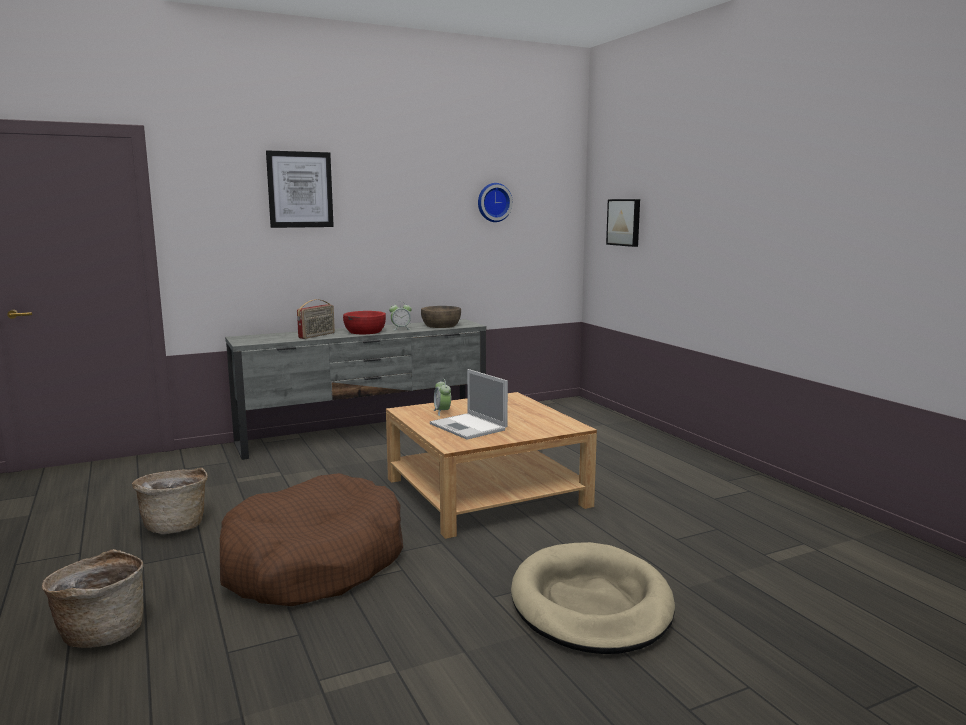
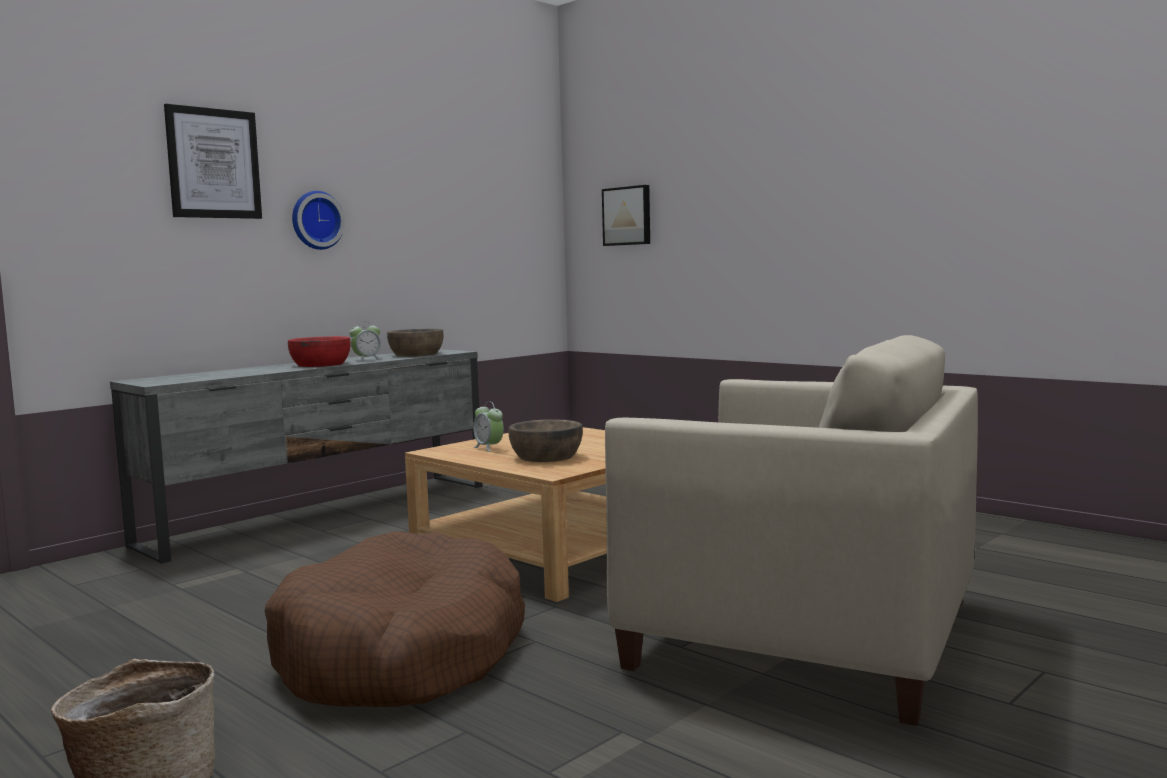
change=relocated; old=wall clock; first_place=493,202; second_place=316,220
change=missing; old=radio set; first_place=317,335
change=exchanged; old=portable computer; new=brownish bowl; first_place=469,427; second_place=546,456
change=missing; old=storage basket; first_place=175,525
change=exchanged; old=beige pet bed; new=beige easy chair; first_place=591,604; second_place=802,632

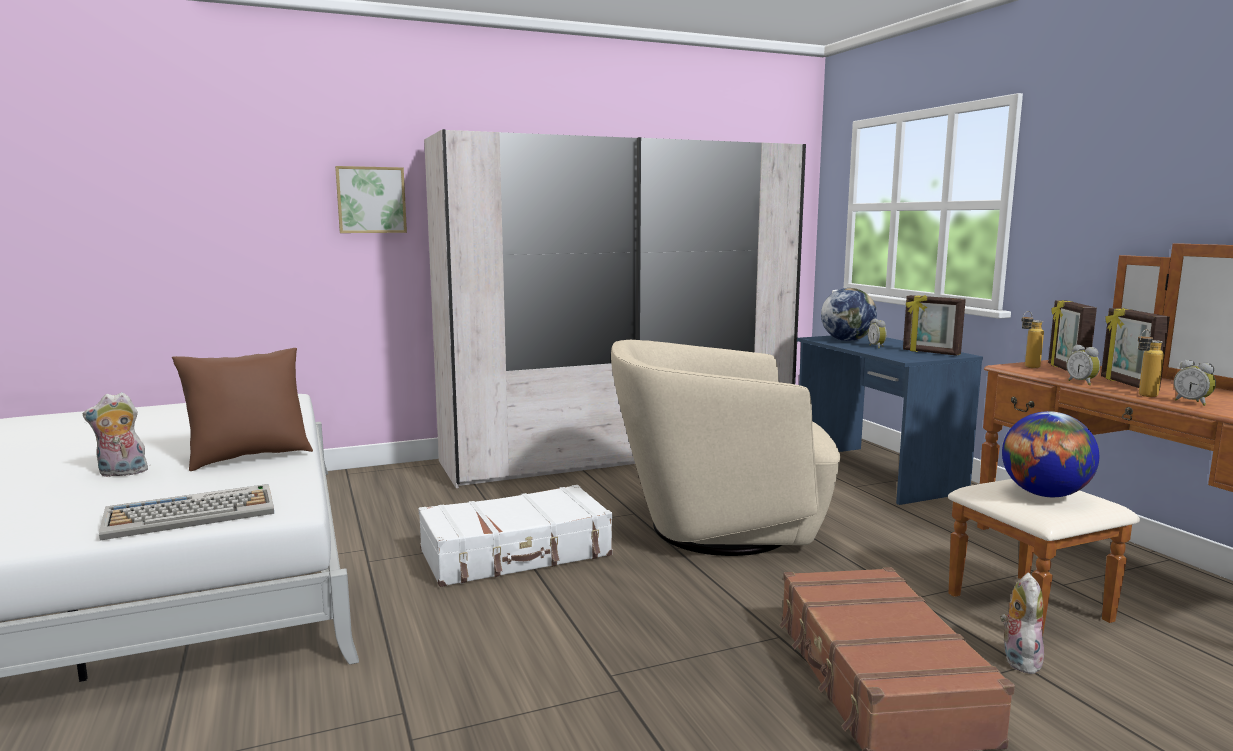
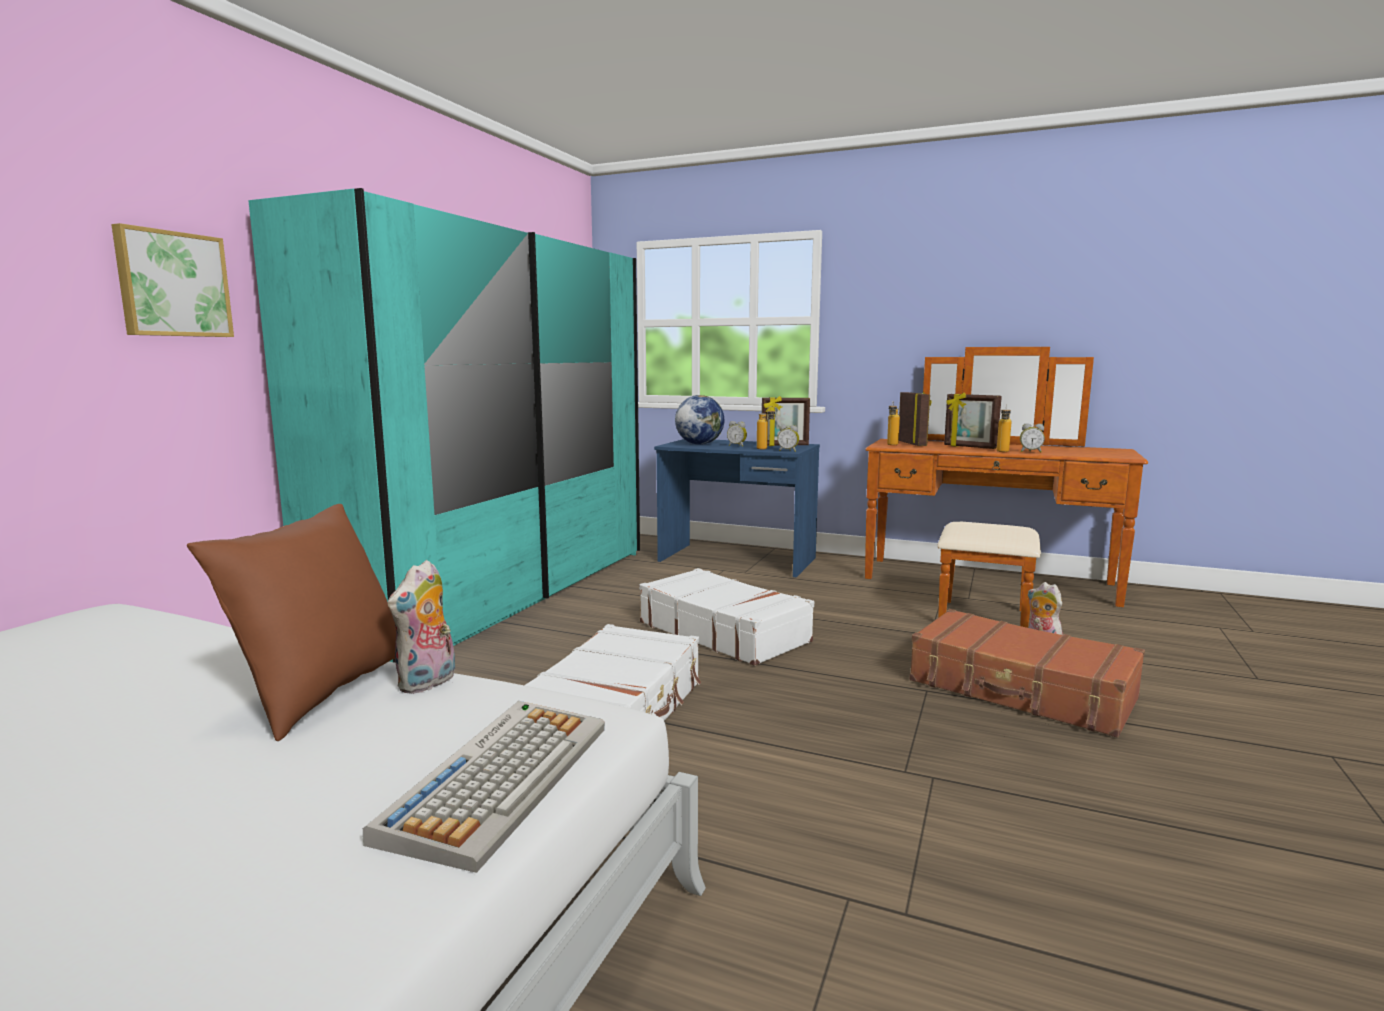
change=colour; old=white-coloured armoire; new=blue-green armoire; first_place=621,453; second_place=504,596
change=spun; old=photo frame; first_place=1066,369; second_place=912,444; degrees=-150
change=exchanged; old=beige easy chair; new=white-coloured travel case; first_place=717,528; second_place=724,632
change=relocated; old=bedside clock; first_place=1082,382; second_place=788,451
change=relocated; old=soft toy; first_place=121,473; second_place=428,683
change=missing; old=world globe; first_place=1044,494
change=appeared; new=beverage bottle; second_place=765,449

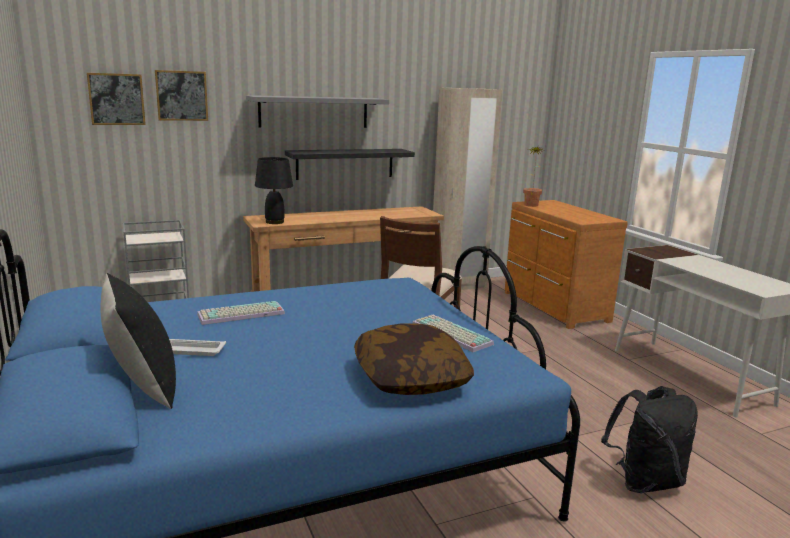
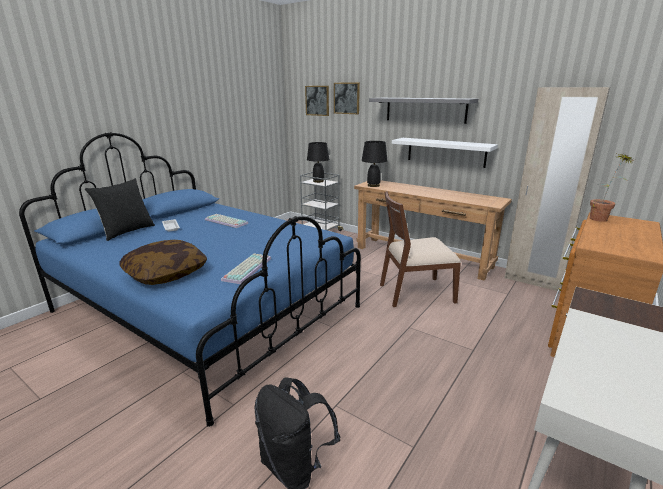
change=colour; old=blackish wall shelf; new=white-coloured wall shelf; first_place=345,163; second_place=446,152
change=appeared; new=blackish lamp for a table; second_place=318,181

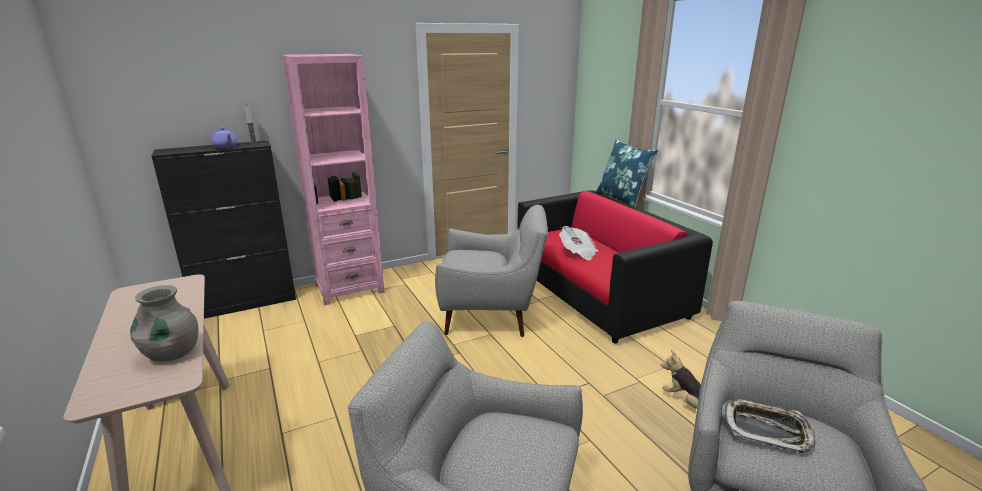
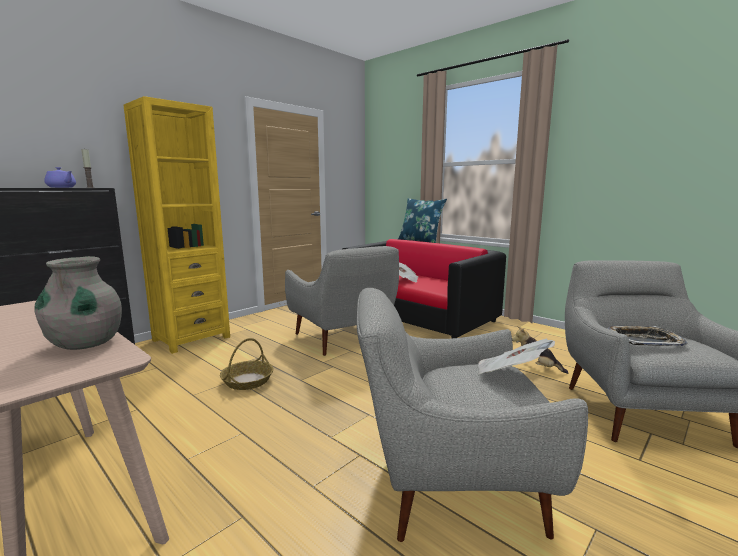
change=colour; old=pinkish shelving unit; new=yellow-coloured shelving unit; first_place=349,288; second_place=191,338
change=spun; old=grey easy chair; first_place=492,315; second_place=343,339; degrees=75
change=appeared; new=storage basket; second_place=247,381
change=appeared; new=printed paper; second_place=510,374

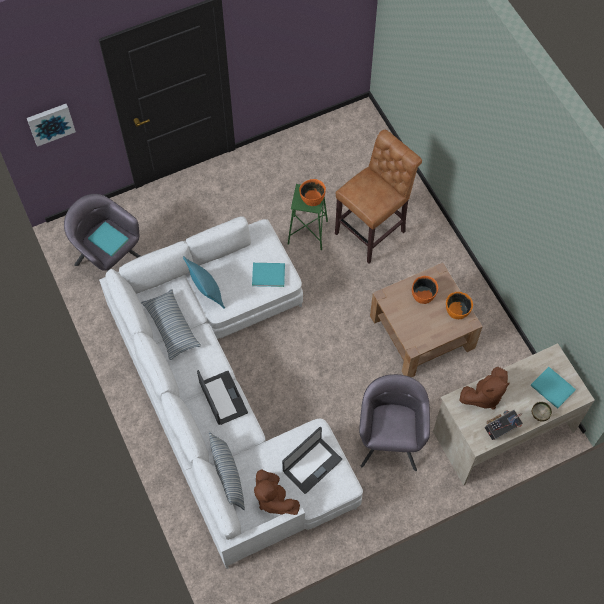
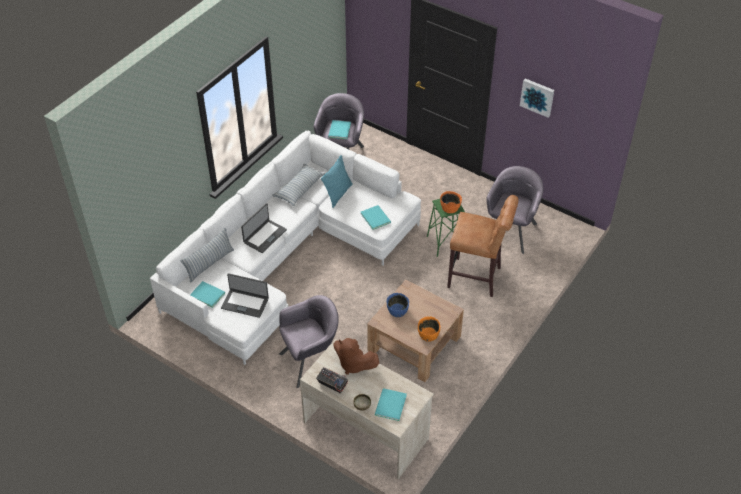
change=relocated; old=wall art; first_place=50,123; second_place=537,97
change=missing; old=orange-coloured bowl; first_place=423,295
change=exchanged; old=brownish soft toy; new=blue-green book; first_place=274,499; second_place=207,294
change=appeared; new=grey easy chair; second_place=510,232
change=appeared; new=blue bowl; second_place=397,311

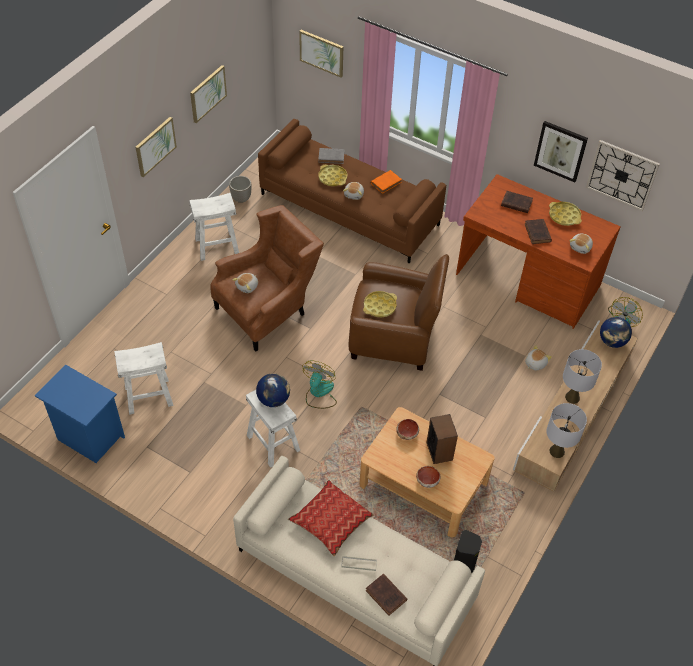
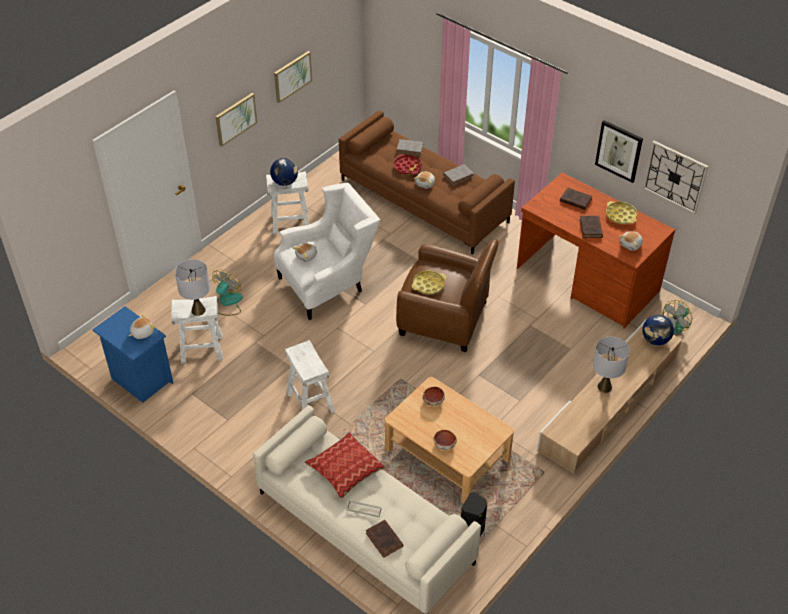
change=missing; old=wall art; first_place=322,53
change=colour; old=yellow-coloured serving tray; new=reddish serving tray; first_place=332,178; second_place=407,167
change=colour; old=orange-coloured book; new=grey book; first_place=386,182; second_place=459,175
change=missing; old=planter; first_place=241,198
change=colour; old=brownish easy chair; new=white-coloured easy chair; first_place=268,310; second_place=328,284
change=relocated; old=soft toy; first_place=535,363; second_place=142,332
change=relocated; old=electric fan; first_place=319,393; second_place=227,303
change=relocated; old=world globe; first_place=273,399; second_place=285,182
change=relocated; old=grey lamp for a table; first_place=557,451; second_place=198,310
change=missing; old=loudspeaker; first_place=439,451

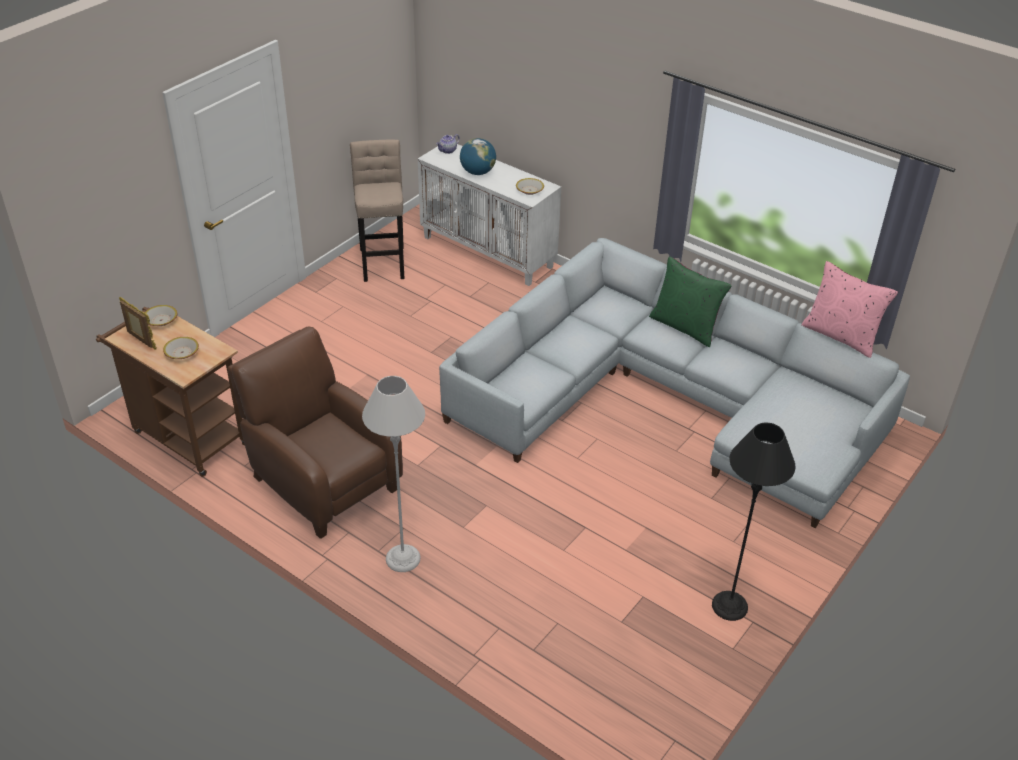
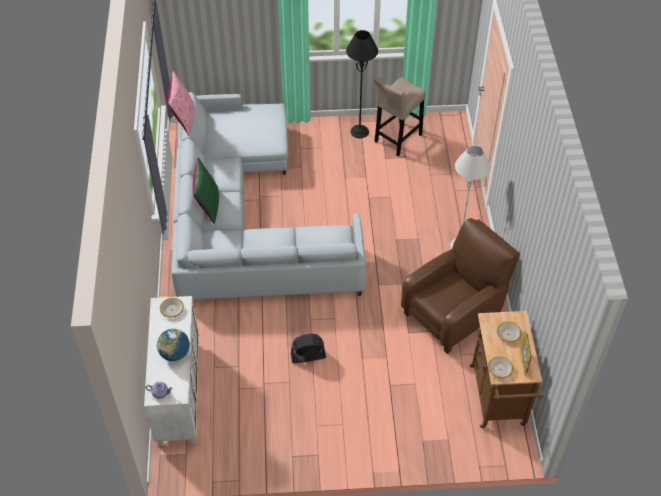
change=relocated; old=beige stool; first_place=383,261; second_place=396,140
change=spun; old=brownish easy chair; first_place=322,480; second_place=455,312; degrees=-135
change=appeared; new=blackish electric fan; second_place=308,356

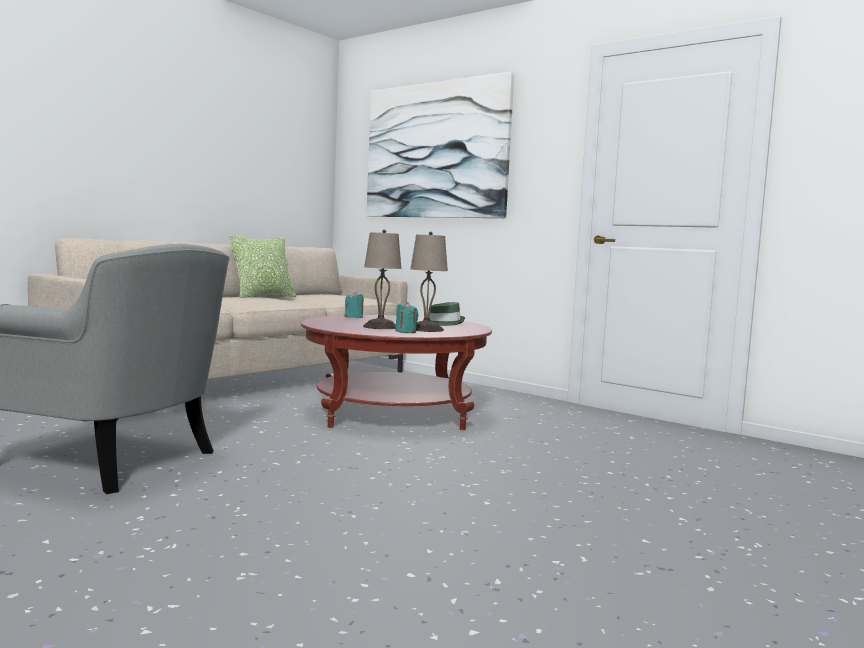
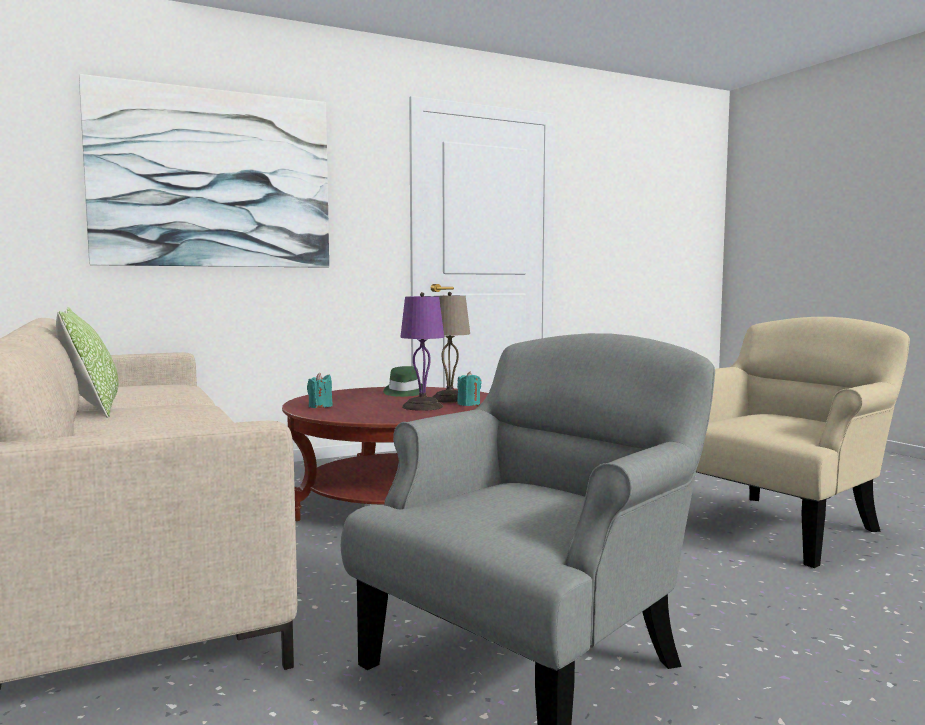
change=colour; old=beige lamp for a table; new=purplish lamp for a table; first_place=380,327; second_place=423,407
change=appeared; new=beige easy chair; second_place=777,525

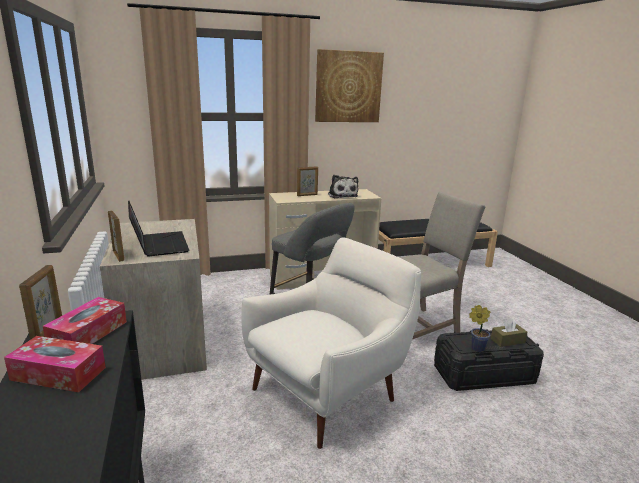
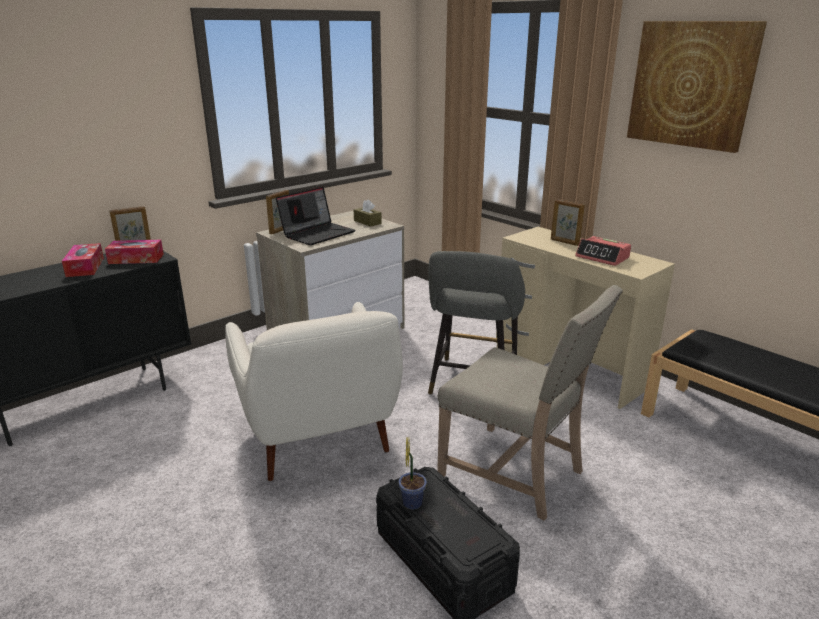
change=exchanged; old=soft toy; new=bedside clock; first_place=342,195; second_place=602,257
change=spun; old=white-coloured easy chair; first_place=328,392; second_place=318,438; degrees=45
change=relocated; old=brownish tissue box; first_place=507,341; second_place=367,222

